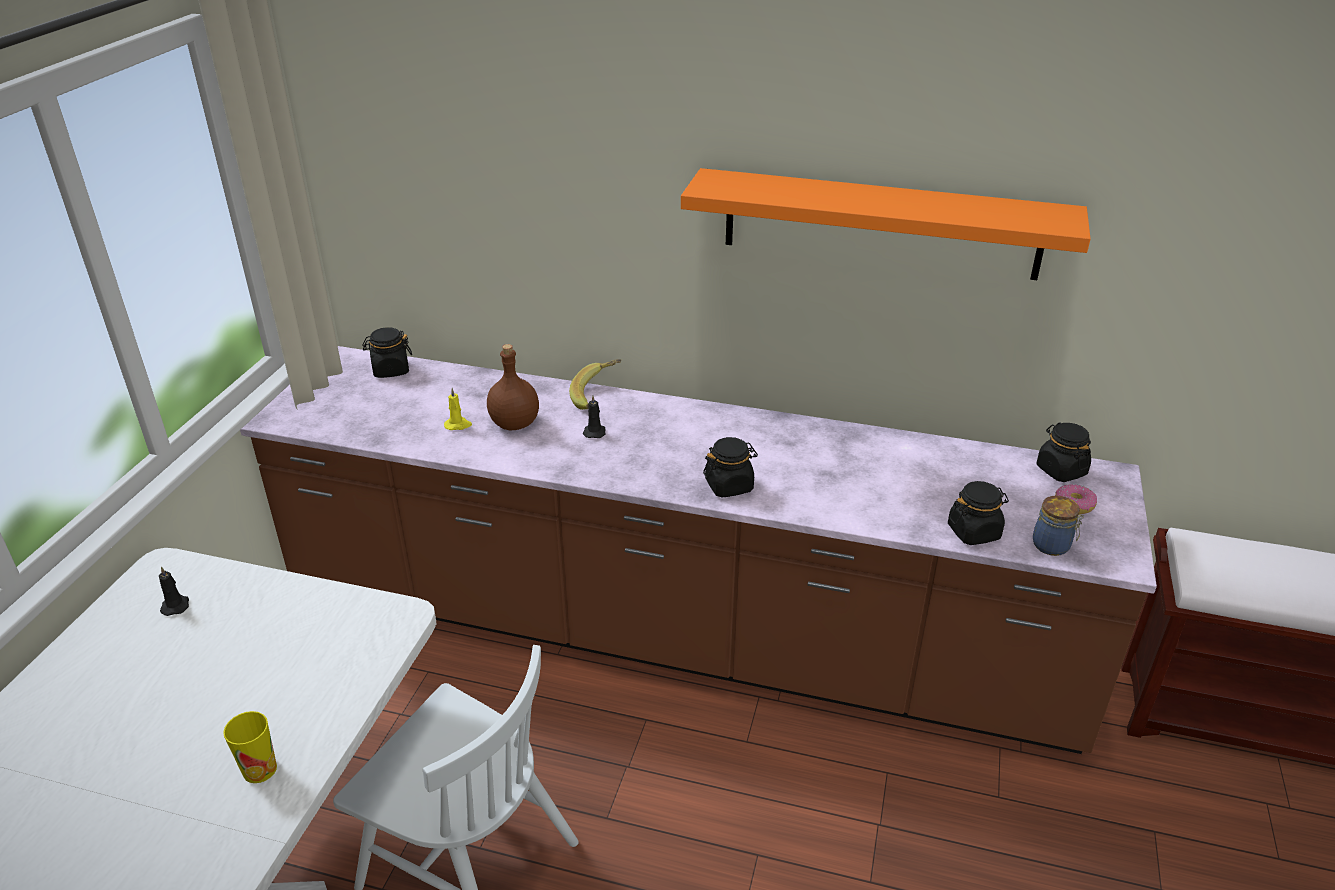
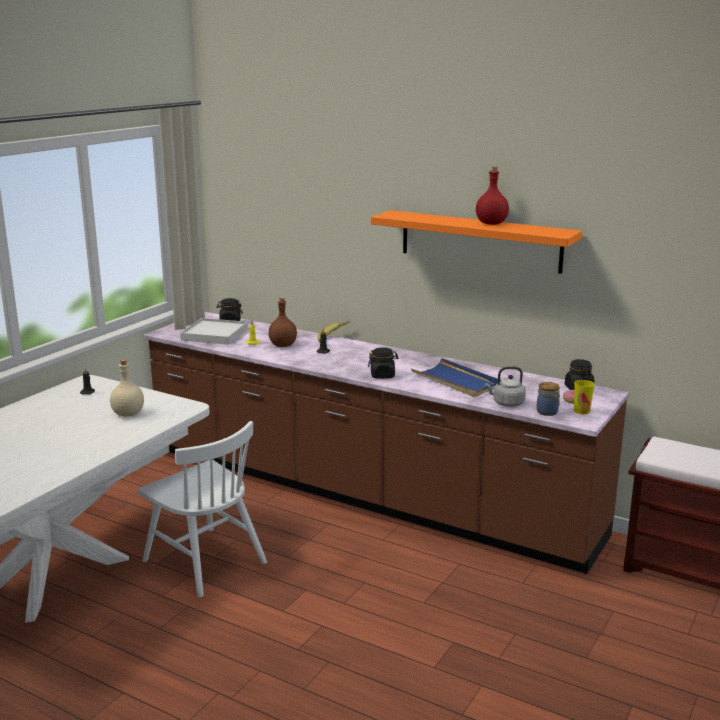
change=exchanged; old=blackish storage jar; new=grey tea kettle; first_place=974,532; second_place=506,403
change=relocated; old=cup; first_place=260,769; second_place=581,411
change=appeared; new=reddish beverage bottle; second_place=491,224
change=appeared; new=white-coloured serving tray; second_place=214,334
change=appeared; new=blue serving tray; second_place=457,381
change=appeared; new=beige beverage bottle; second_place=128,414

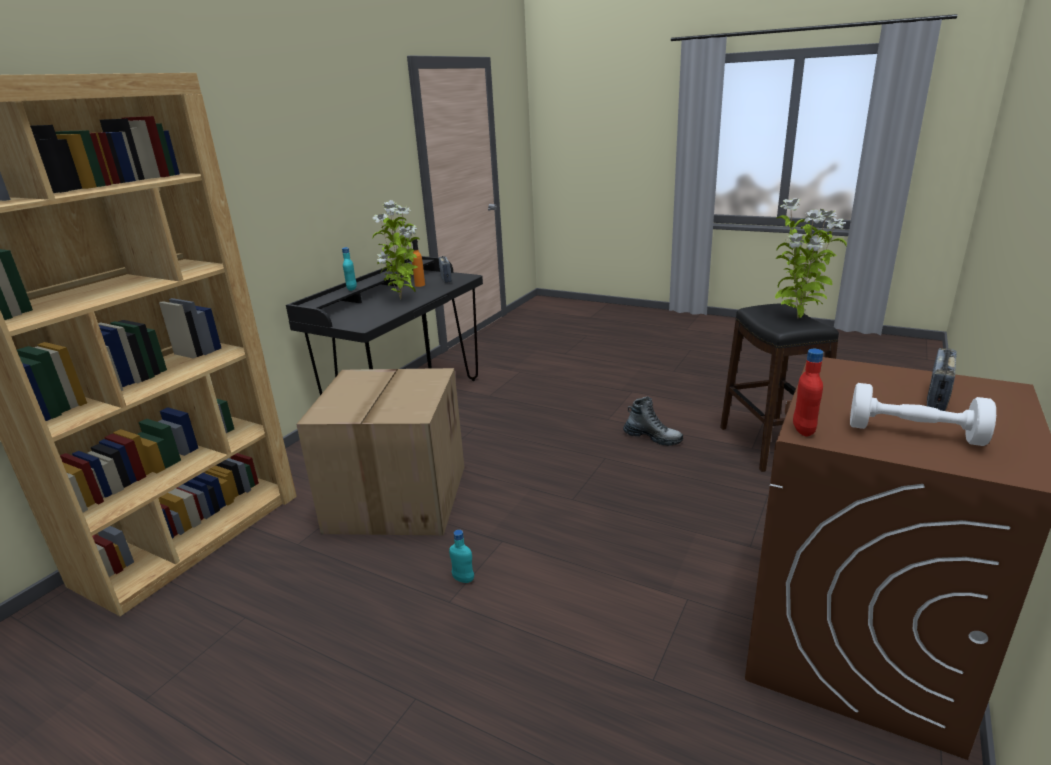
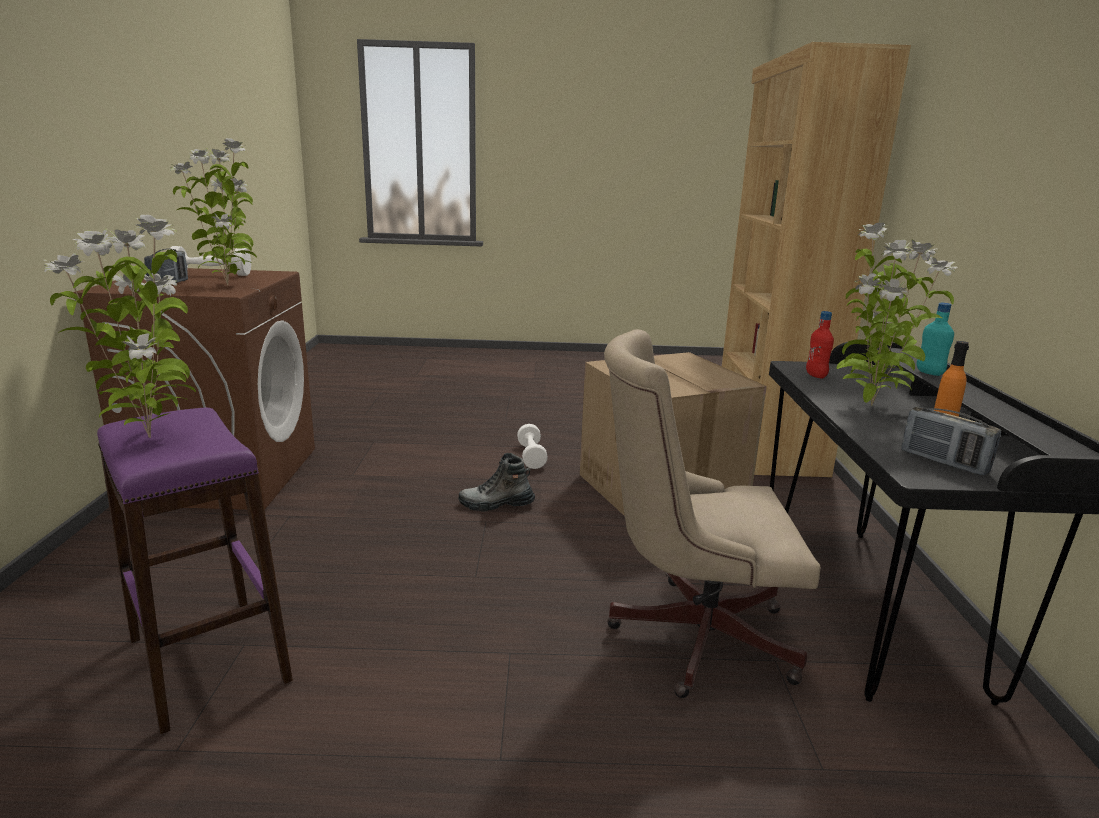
change=colour; old=blackish stool; new=purplish stool; first_place=770,444; second_place=207,659
change=relocated; old=reddish beverage bottle; first_place=803,430; second_place=816,375
change=relocated; old=high-top boot; first_place=652,438; second_place=496,504
change=exchanged; old=blue-green beverage bottle; new=white-coloured dumbbell; first_place=463,579; second_place=531,456
change=appeared; new=potted plant; second_place=228,284
change=appeared; new=beige desk chair; second_place=690,634

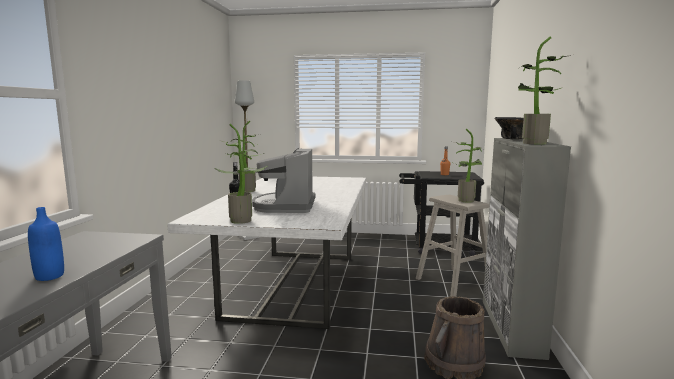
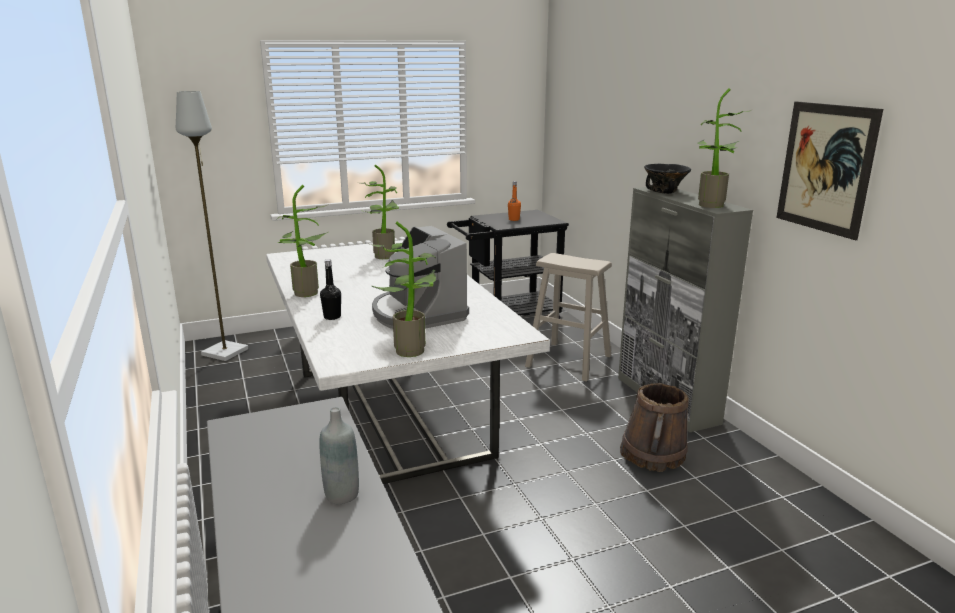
change=relocated; old=potted plant; first_place=465,200; second_place=384,255
change=colour; old=blue beverage bottle; new=grey beverage bottle; first_place=49,276; second_place=342,495
change=appeared; new=wall art; second_place=825,168

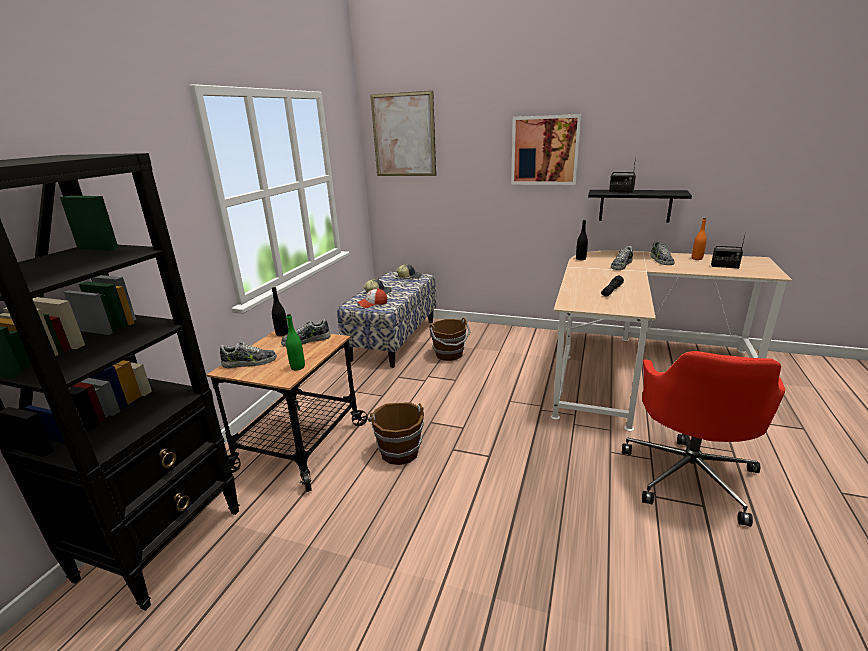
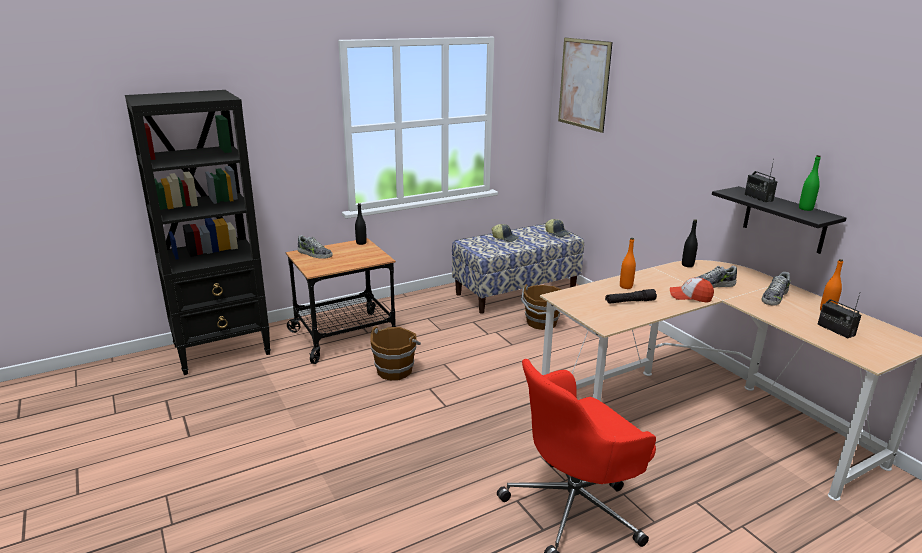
change=missing; old=wall art; first_place=545,150
change=relocated; old=cap; first_place=372,304; second_place=690,296
change=relocated; old=green beverage bottle; first_place=297,367; second_place=805,209
change=missing; old=shoe; first_place=306,341
change=appeared; new=orange-coloured beverage bottle; second_place=626,286

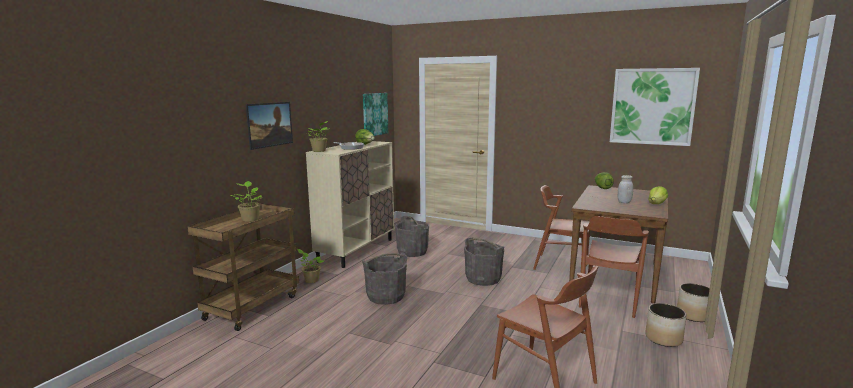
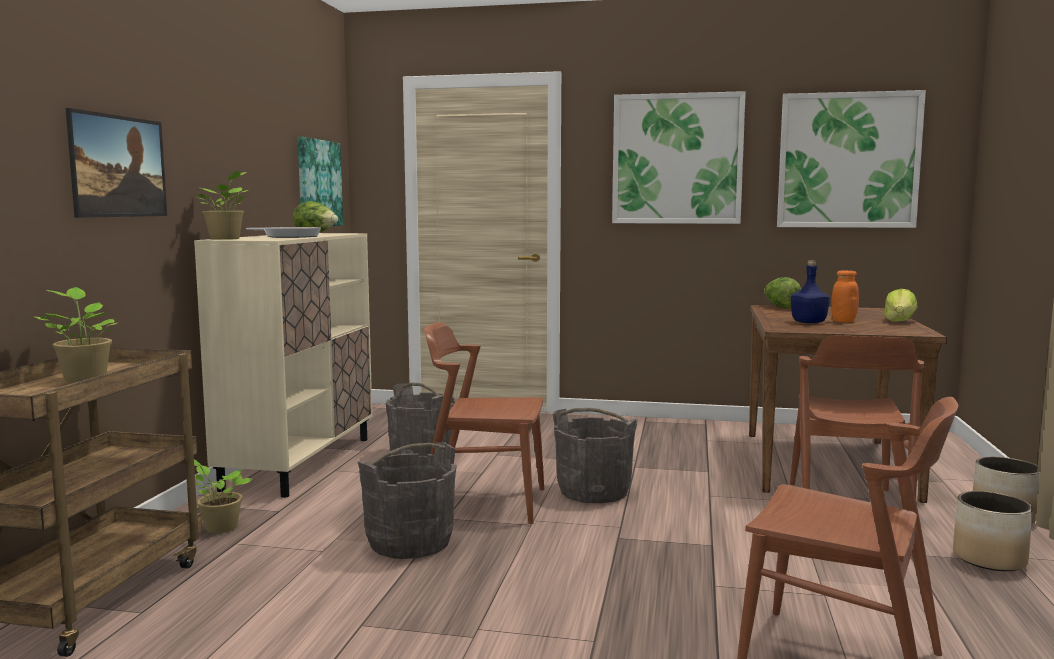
change=colour; old=white-coloured storage jar; new=orange-coloured storage jar; first_place=624,202; second_place=843,321
change=relocated; old=brownish chair; first_place=561,265; second_place=483,502
change=appeared; new=wall art; second_place=677,159
change=appeared; new=blue beverage bottle; second_place=808,322

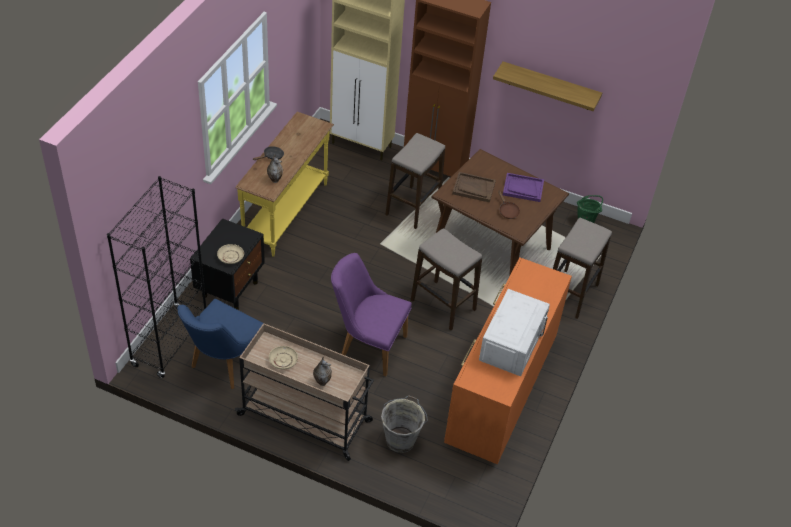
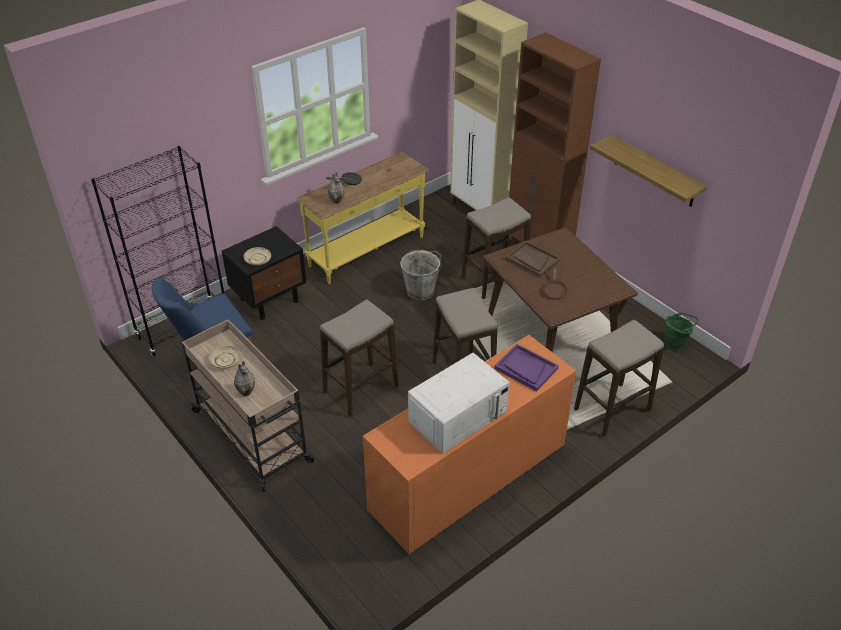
change=relocated; old=purplish serving tray; first_place=523,188; second_place=526,368
change=exchanged; old=purplish chair; new=stool; first_place=367,345; second_place=360,389
change=relocated; old=grey pail; first_place=401,439; second_place=421,291

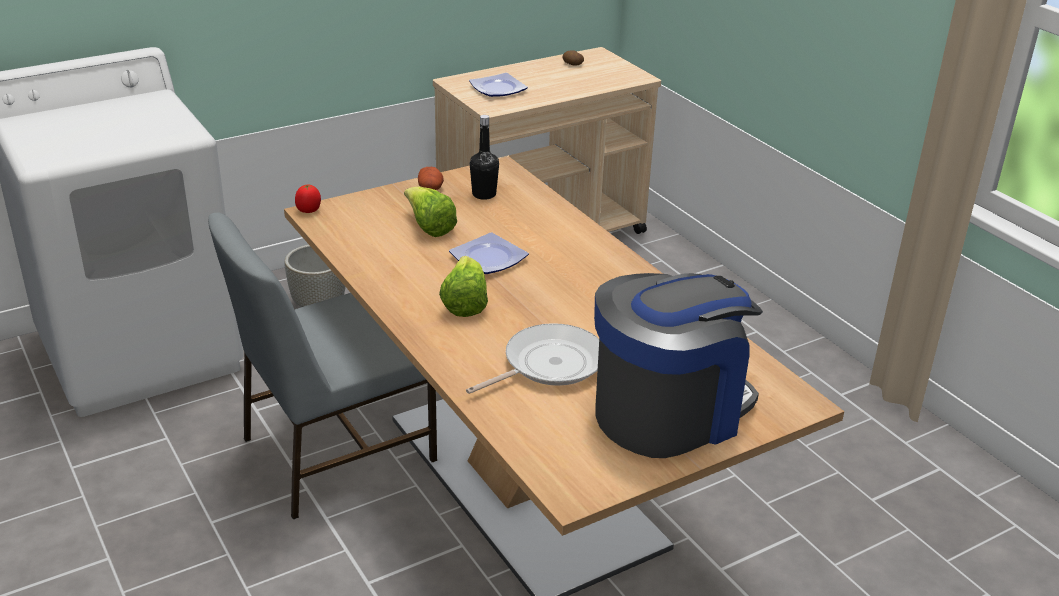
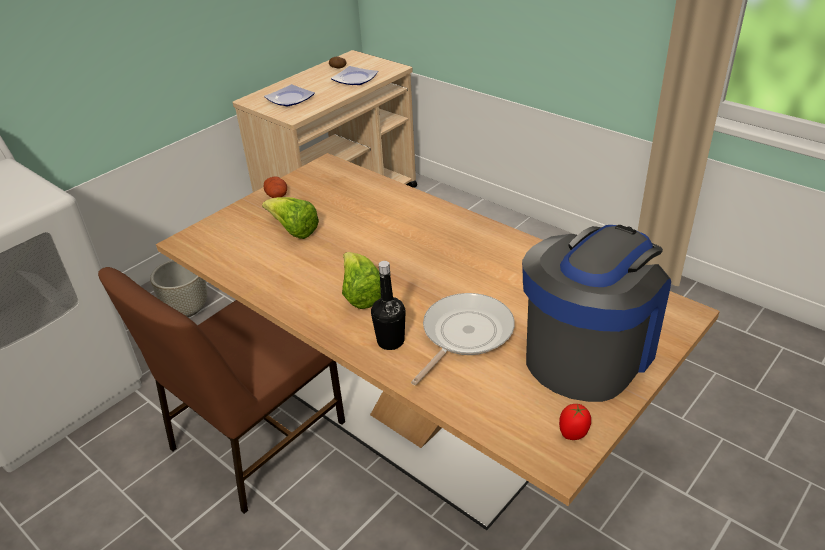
change=relocated; old=blackish beverage bottle; first_place=484,194; second_place=390,341
change=relocated; old=whole tomato; first_place=308,210; second_place=573,433
change=colour; old=grey chair; new=brownish chair; first_place=334,453; second_place=255,439
change=relocated; old=plate; first_place=487,258; second_place=354,79

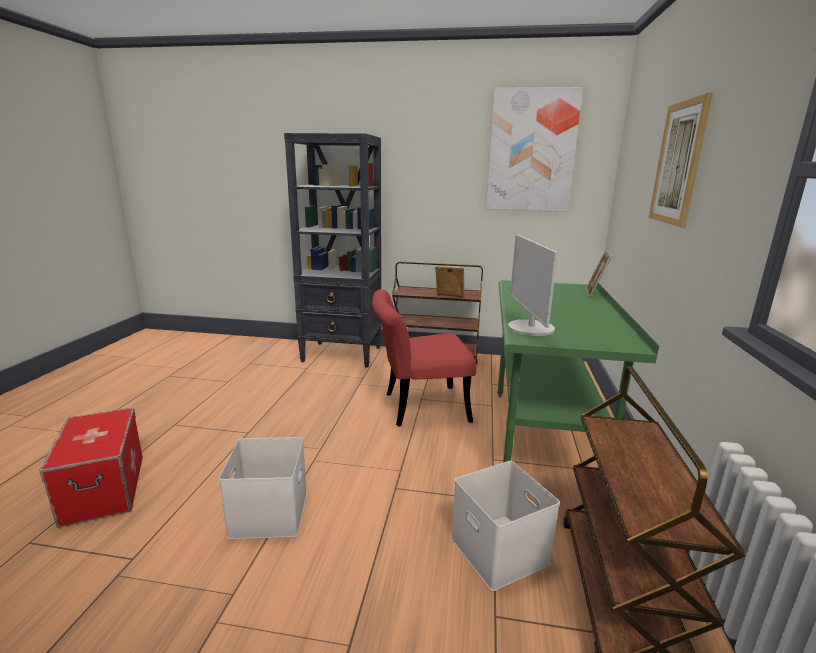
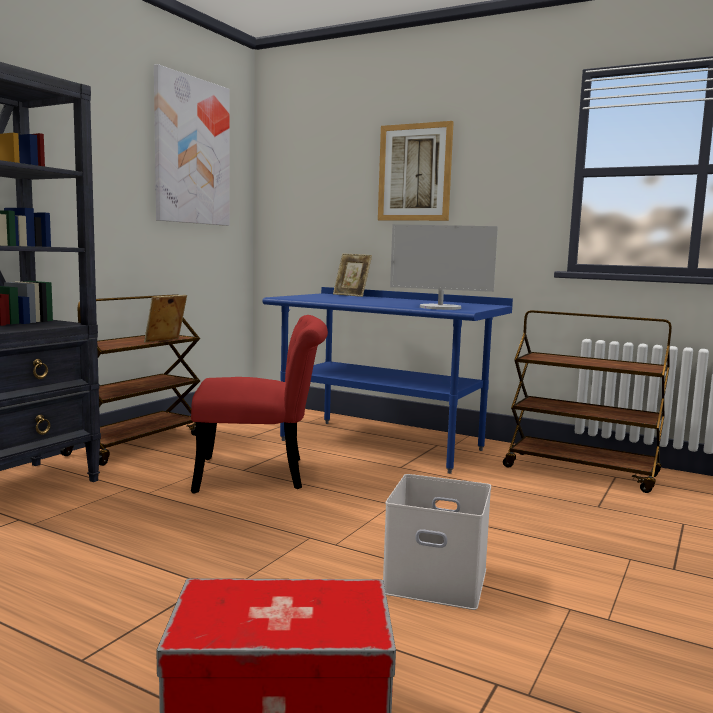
change=colour; old=green desk table; new=blue desk table; first_place=542,439; second_place=381,445
change=spun; old=reddish chair; first_place=418,407; second_place=262,475; degrees=-105
change=missing; old=white-coloured storage box; first_place=497,549

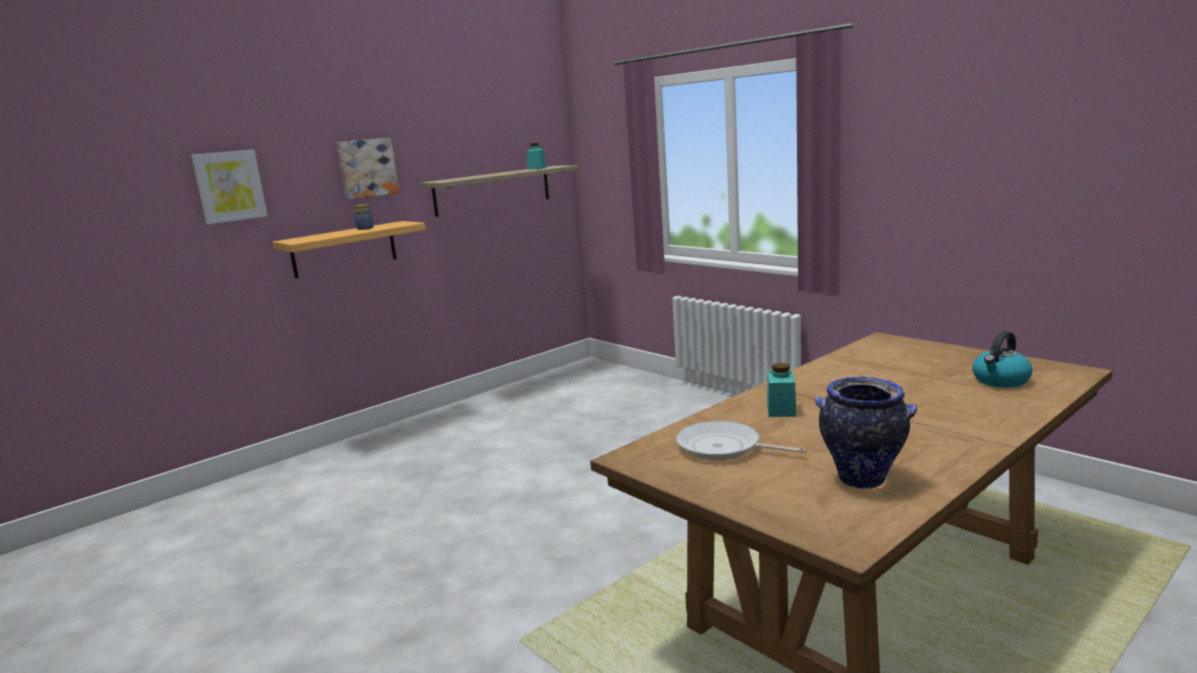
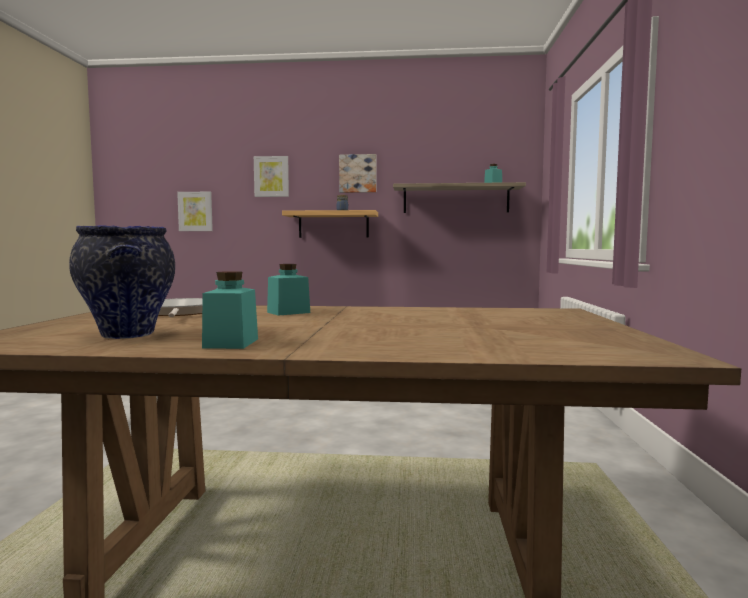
change=missing; old=tea kettle; first_place=1000,381
change=appeared; new=wall art; second_place=195,211
change=appeared; new=blue-green storage jar; second_place=231,343

